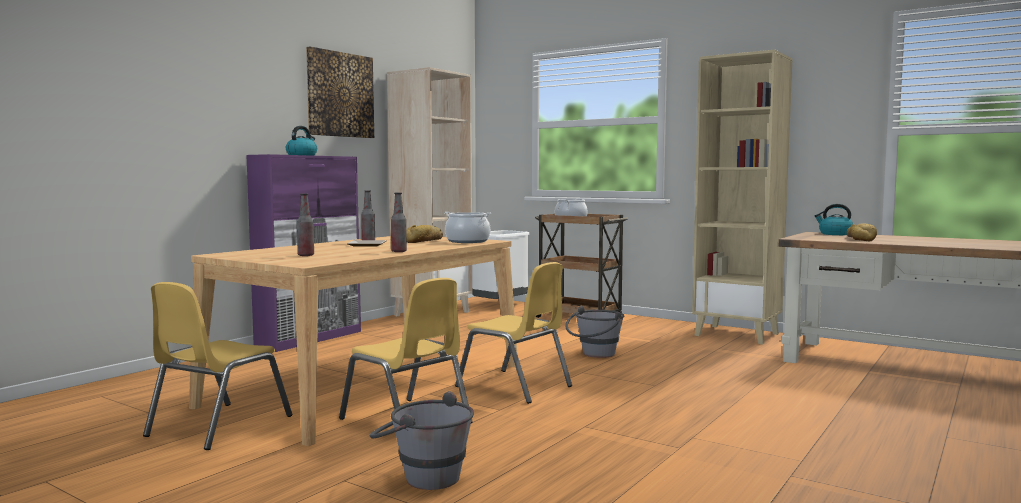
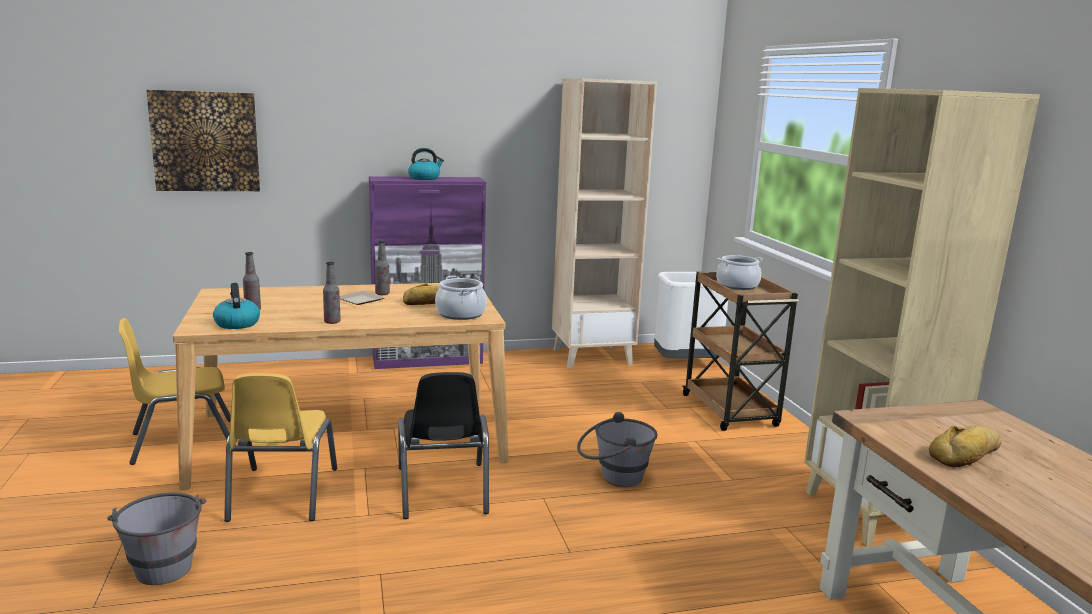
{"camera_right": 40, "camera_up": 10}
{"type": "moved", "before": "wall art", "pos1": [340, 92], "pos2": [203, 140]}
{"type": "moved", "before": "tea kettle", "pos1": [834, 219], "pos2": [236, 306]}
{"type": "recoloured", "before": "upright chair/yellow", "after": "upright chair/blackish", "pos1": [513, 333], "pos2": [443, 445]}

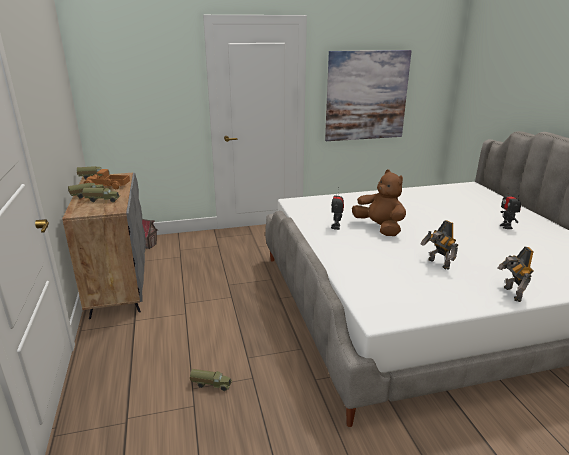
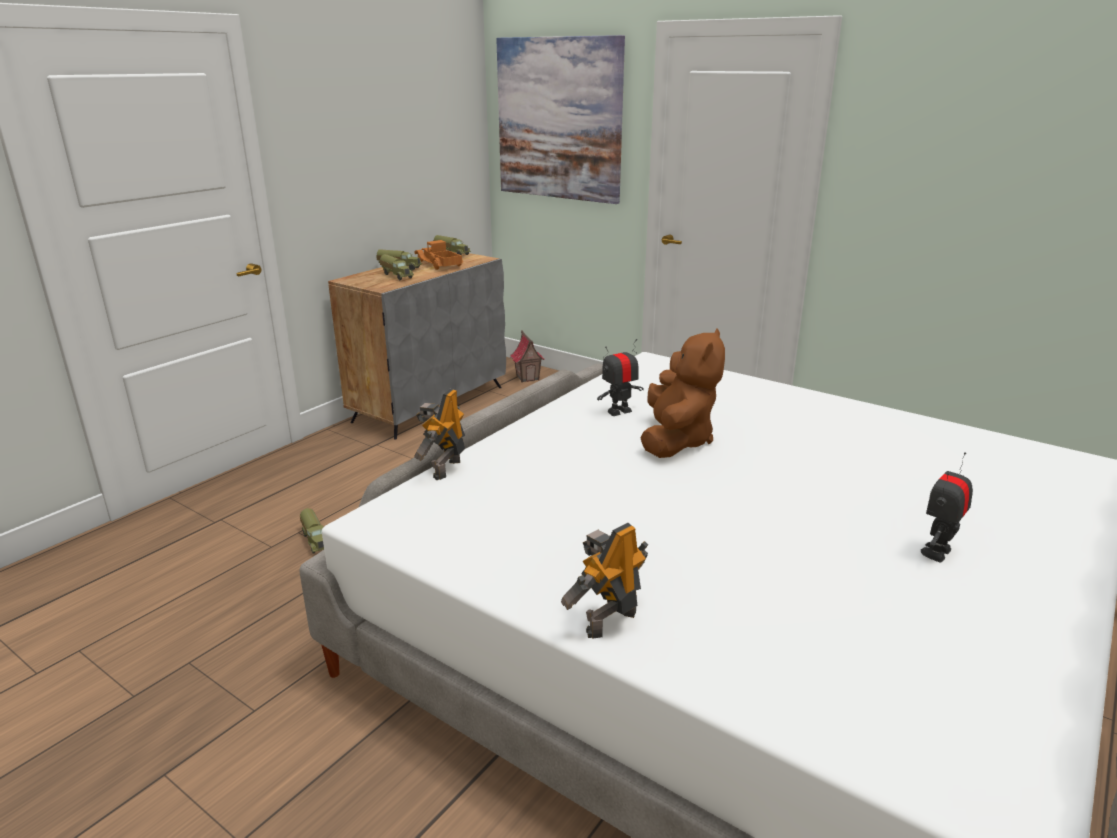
{"camera_right": 50, "camera_up": 0}
{"type": "moved", "before": "model robot", "pos1": [439, 244], "pos2": [439, 434]}
{"type": "moved", "before": "wall art", "pos1": [368, 95], "pos2": [560, 119]}

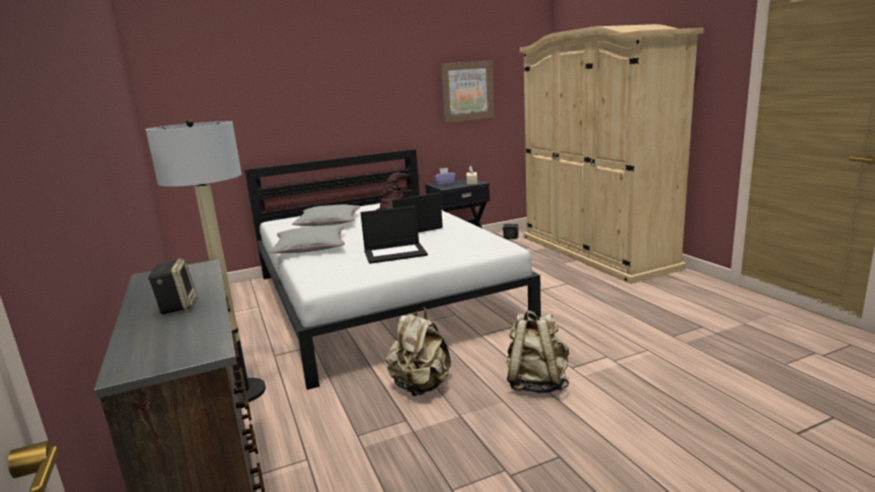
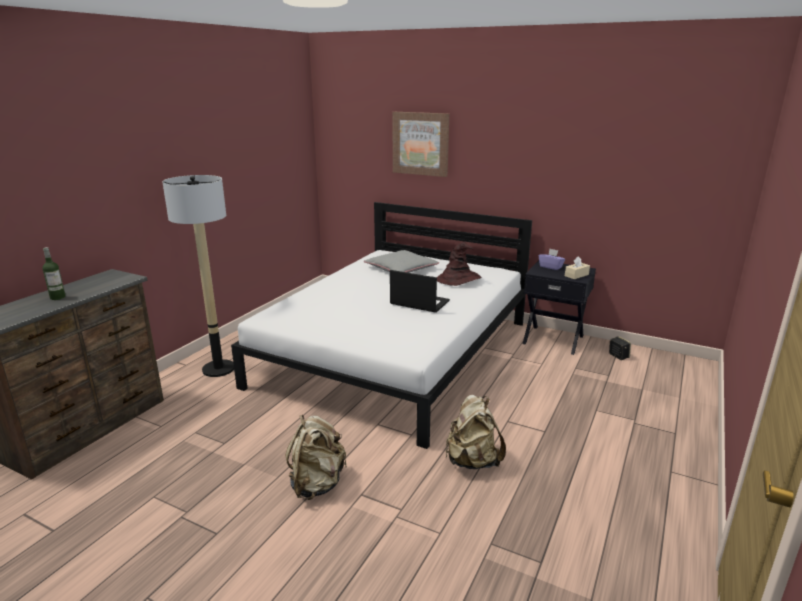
{"camera_right": 50, "camera_up": 5}
{"type": "replaced", "before": "loudspeaker", "after": "drink bottle", "pos1": [172, 286], "pos2": [54, 273]}
{"type": "moved", "before": "wall art", "pos1": [467, 91], "pos2": [420, 144]}
{"type": "moved", "before": "knapsack/beige-coloured", "pos1": [418, 351], "pos2": [475, 432]}
{"type": "removed", "before": "pillow/grey", "pos1": [307, 239]}
{"type": "removed", "before": "laptop", "pos1": [394, 235]}
{"type": "removed", "before": "clothes cupboard/beige-coloured", "pos1": [612, 154]}

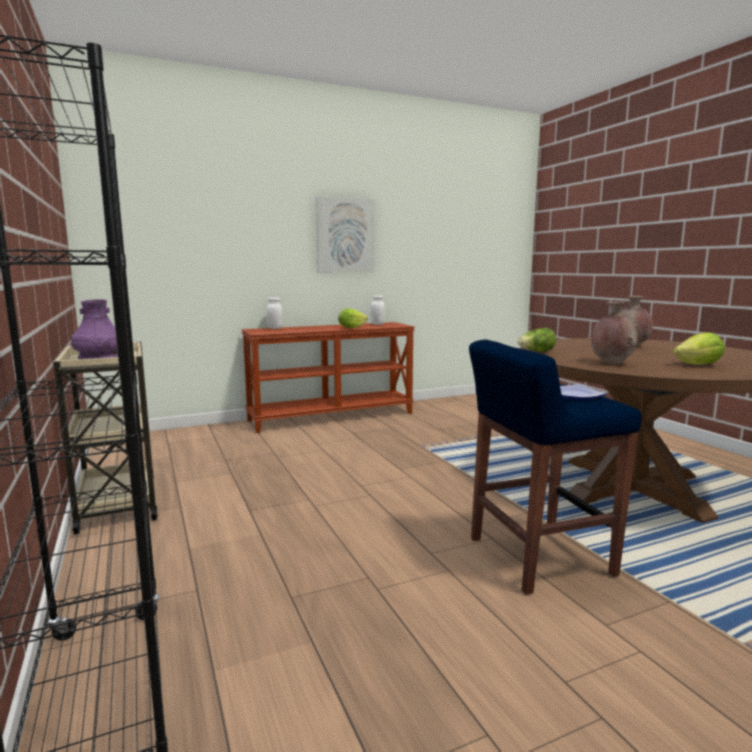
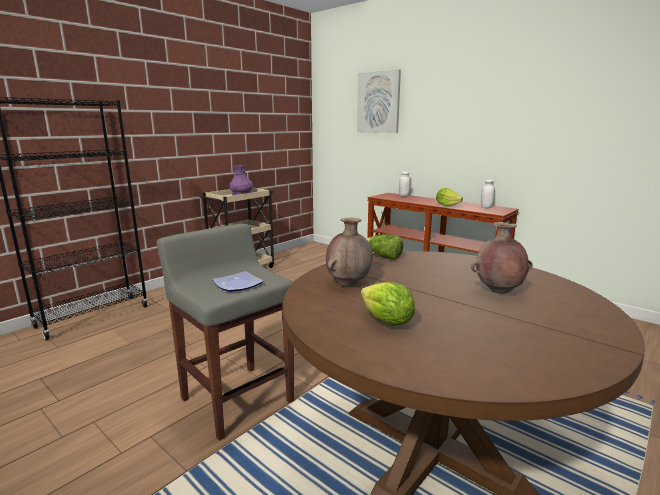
{"camera_right": 65, "camera_up": 5}
{"type": "recoloured", "before": "stool/blue", "after": "stool/grey", "pos1": [555, 467], "pos2": [225, 332]}
{"type": "moved", "before": "wall art", "pos1": [345, 234], "pos2": [379, 101]}

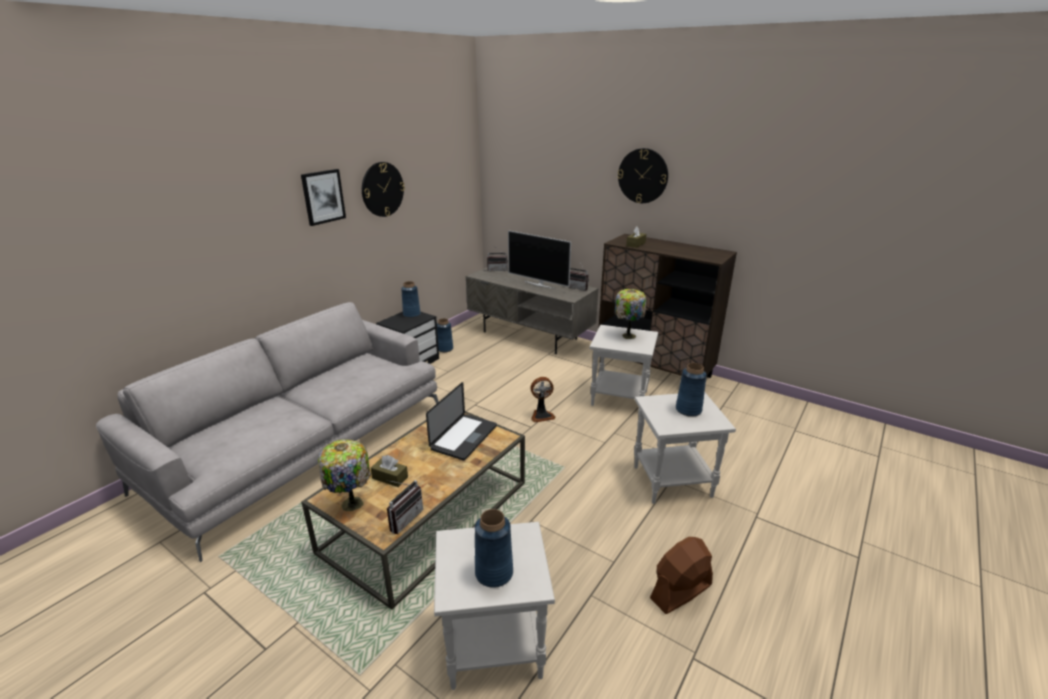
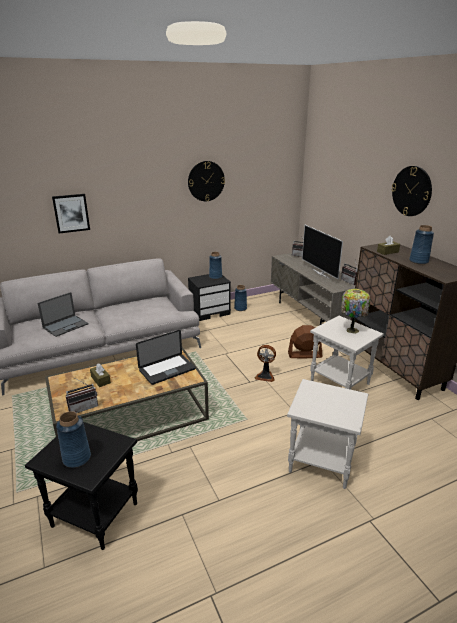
{"camera_right": 30, "camera_up": 0}
{"type": "recoloured", "before": "end table/whitish", "after": "end table/blackish", "pos1": [494, 606], "pos2": [81, 486]}
{"type": "added", "after": "laptop", "pos2": [63, 314]}
{"type": "moved", "before": "wall art", "pos1": [323, 197], "pos2": [71, 214]}
{"type": "moved", "before": "electric fan/brown-coloured", "pos1": [681, 575], "pos2": [305, 341]}
{"type": "moved", "before": "flower vase/blue", "pos1": [691, 390], "pos2": [421, 244]}
{"type": "removed", "before": "tabletop lamp", "pos1": [344, 475]}

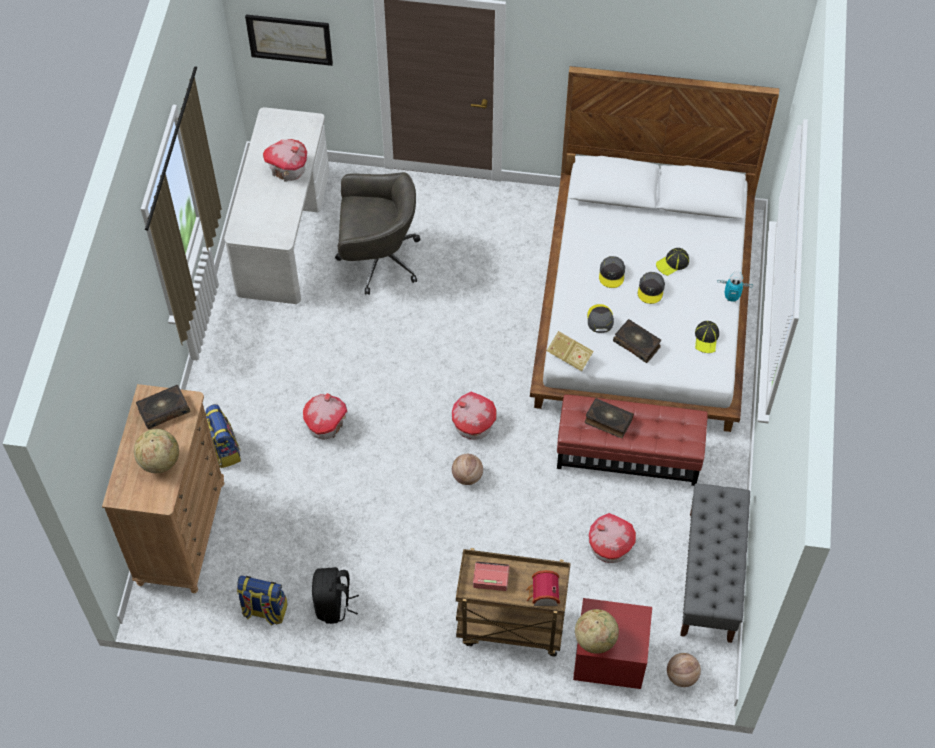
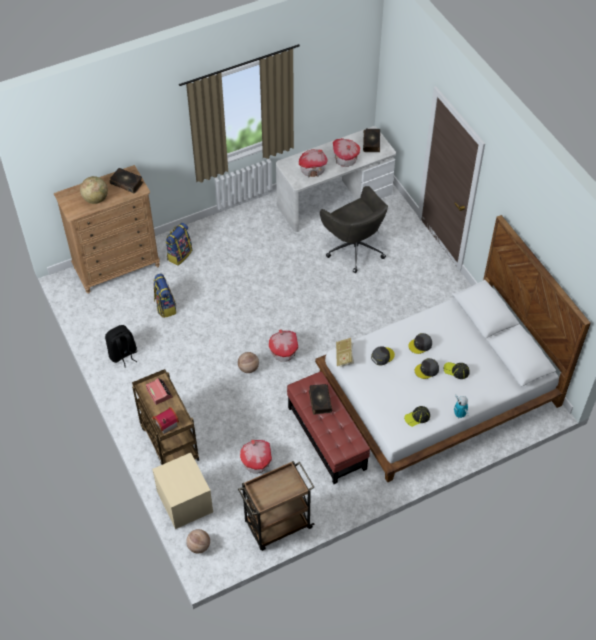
{"camera_right": 55, "camera_up": -5}
{"type": "recoloured", "before": "night table/reddish", "after": "night table/beige-coloured", "pos1": [612, 643], "pos2": [182, 491]}
{"type": "moved", "before": "knapsack", "pos1": [262, 600], "pos2": [164, 296]}
{"type": "replaced", "before": "bench/grey", "after": "cart/brown-coloured", "pos1": [715, 563], "pos2": [276, 506]}
{"type": "moved", "before": "model house", "pos1": [325, 416], "pos2": [313, 163]}
{"type": "moved", "before": "volume", "pos1": [637, 341], "pos2": [371, 140]}
{"type": "removed", "before": "wall art", "pos1": [289, 40]}
{"type": "removed", "before": "desk globe", "pos1": [597, 631]}

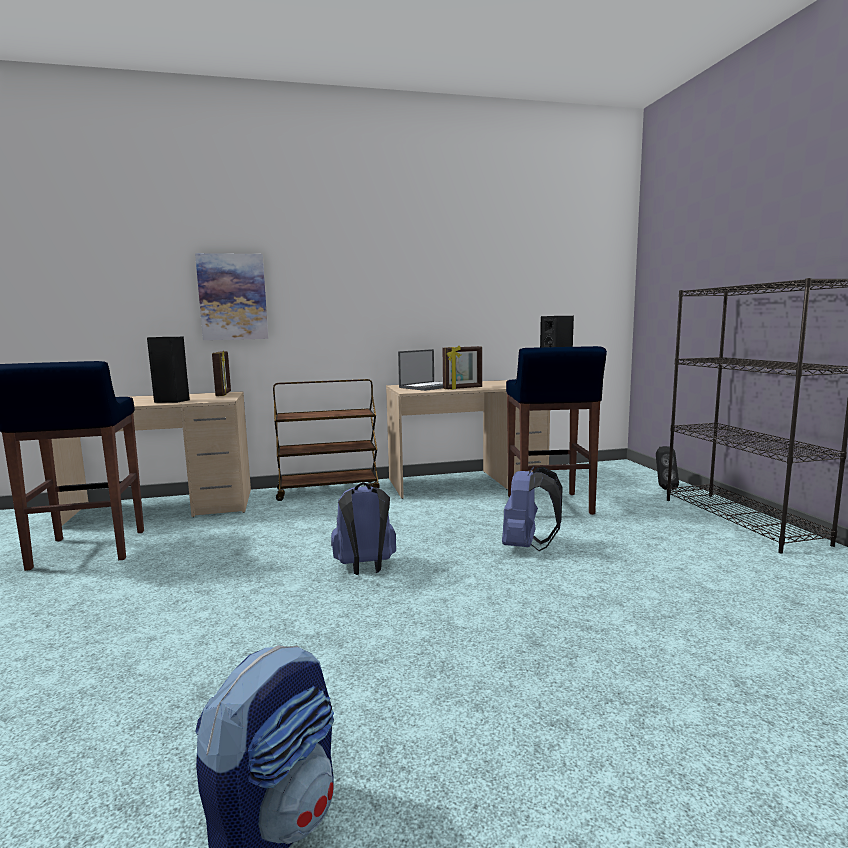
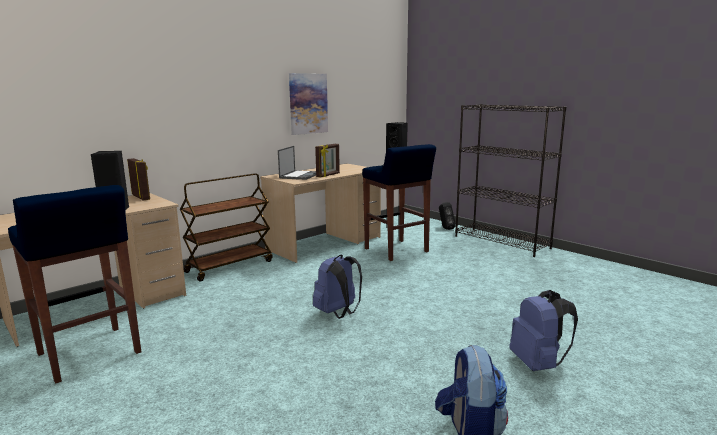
{"camera_right": -30, "camera_up": 5}
{"type": "moved", "before": "wall art", "pos1": [232, 296], "pos2": [308, 104]}
{"type": "moved", "before": "knapsack/blue", "pos1": [532, 508], "pos2": [543, 330]}

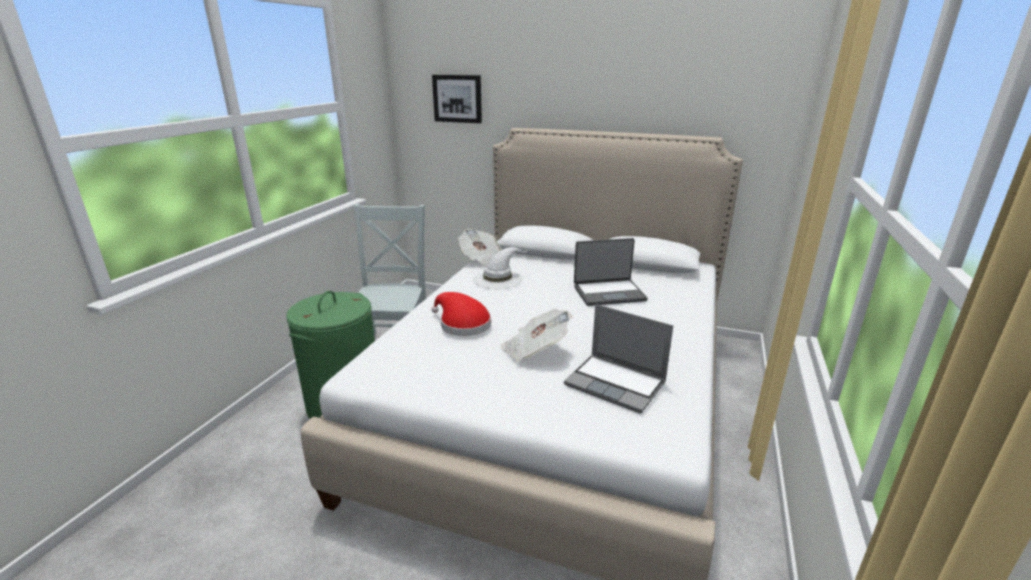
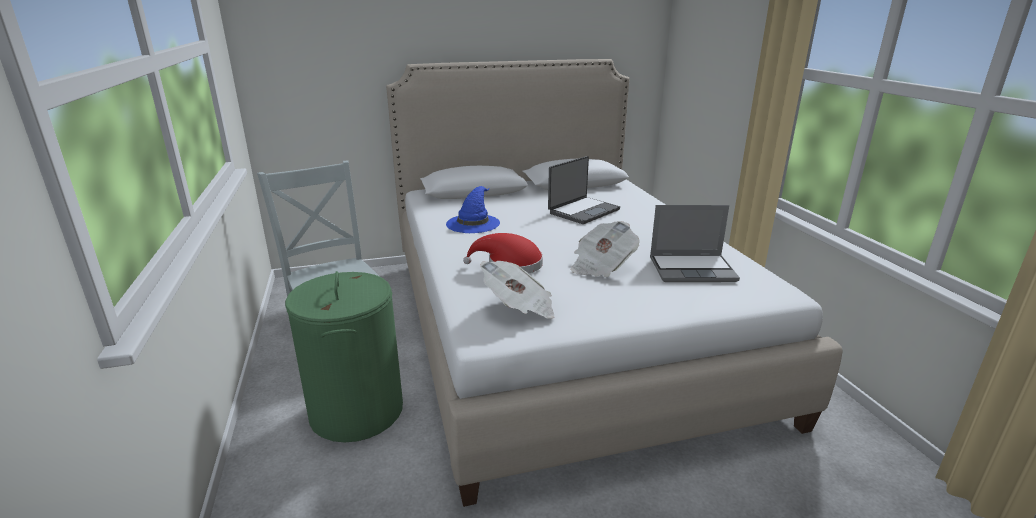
{"camera_right": -35, "camera_up": 0}
{"type": "recoloured", "before": "hat/whitish", "after": "hat/blue", "pos1": [500, 268], "pos2": [473, 209]}
{"type": "moved", "before": "daily paper", "pos1": [480, 248], "pos2": [517, 290]}
{"type": "removed", "before": "wall art", "pos1": [457, 99]}

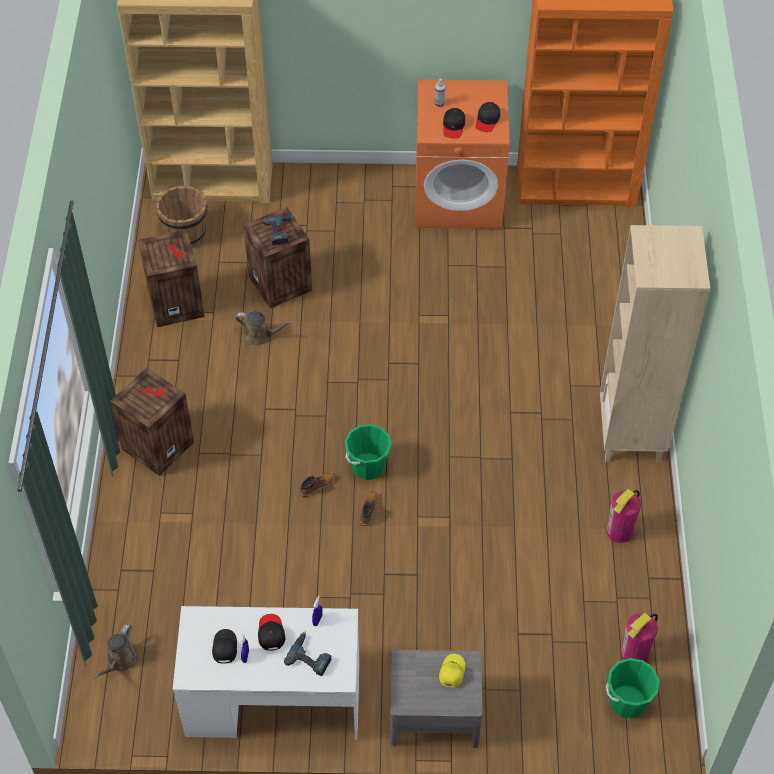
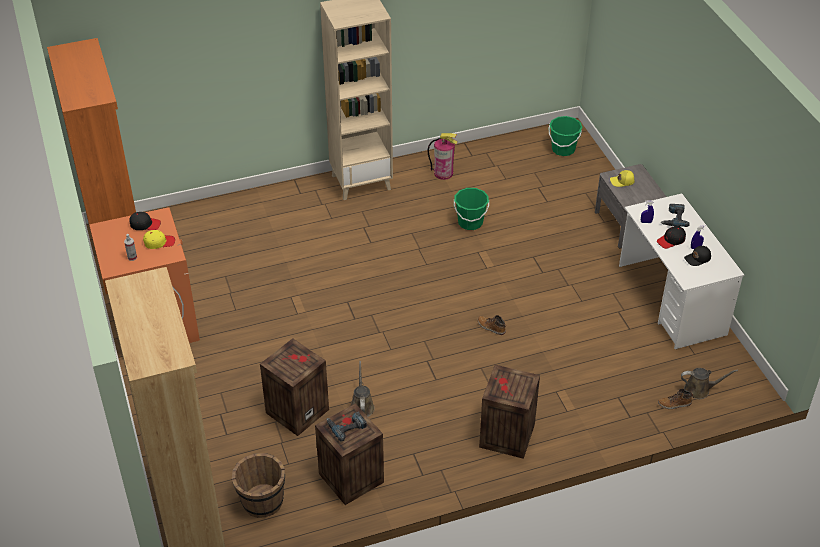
{"camera_right": -110, "camera_up": -10}
{"type": "recoloured", "before": "baseball cap/blackish", "after": "baseball cap/yellow", "pos1": [454, 123], "pos2": [159, 239]}
{"type": "moved", "before": "electric drill", "pos1": [278, 230], "pos2": [347, 427]}
{"type": "moved", "before": "water bucket/greenish", "pos1": [368, 452], "pos2": [471, 209]}
{"type": "moved", "before": "high-top boot", "pos1": [369, 508], "pos2": [675, 399]}
{"type": "removed", "before": "fire-fighting cylinder", "pos1": [639, 637]}

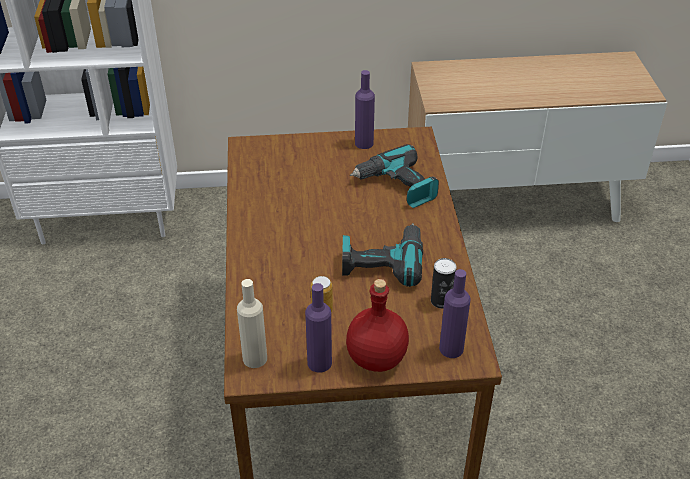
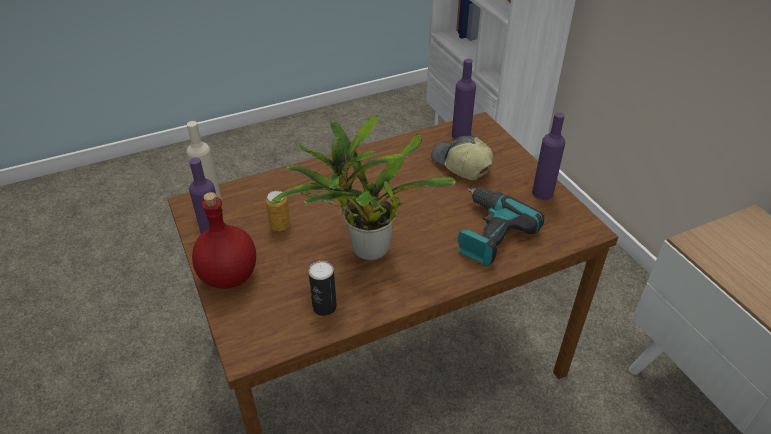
{"camera_right": 70, "camera_up": 0}
{"type": "replaced", "before": "electric drill", "after": "plant in a pot", "pos1": [382, 255], "pos2": [363, 188]}
{"type": "added", "after": "baseball cap", "pos2": [462, 158]}
{"type": "moved", "before": "drink bottle/purplish", "pos1": [455, 313], "pos2": [464, 99]}

